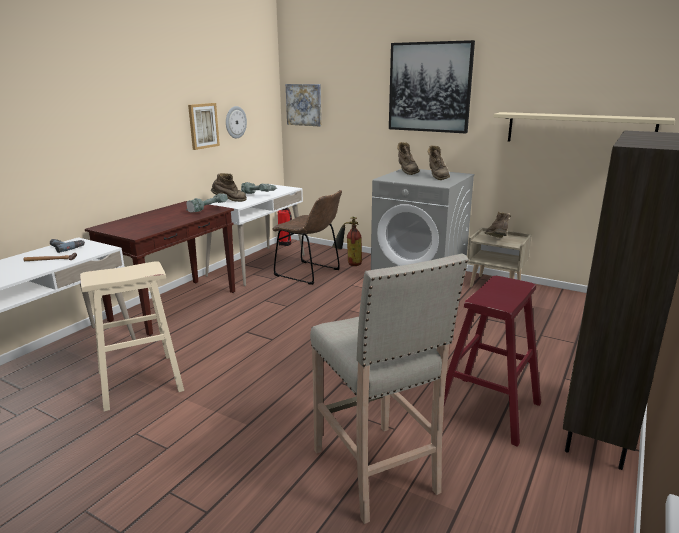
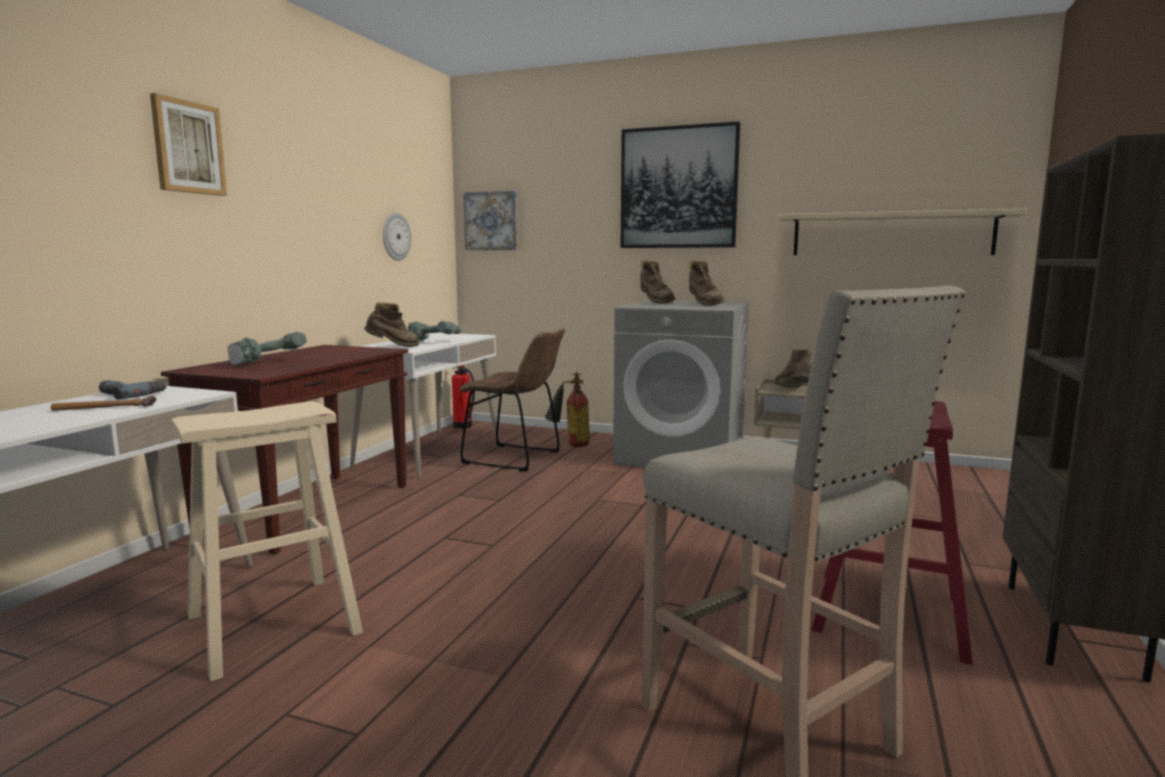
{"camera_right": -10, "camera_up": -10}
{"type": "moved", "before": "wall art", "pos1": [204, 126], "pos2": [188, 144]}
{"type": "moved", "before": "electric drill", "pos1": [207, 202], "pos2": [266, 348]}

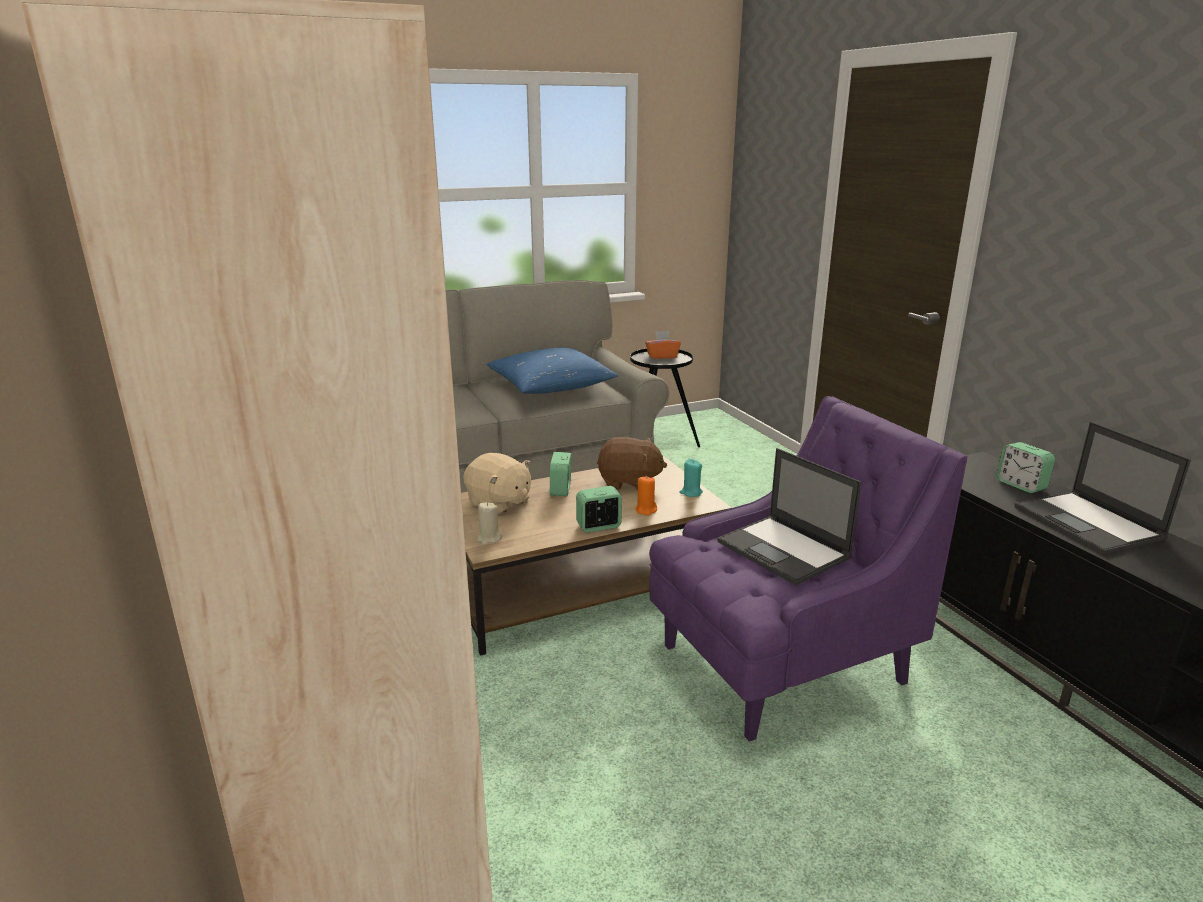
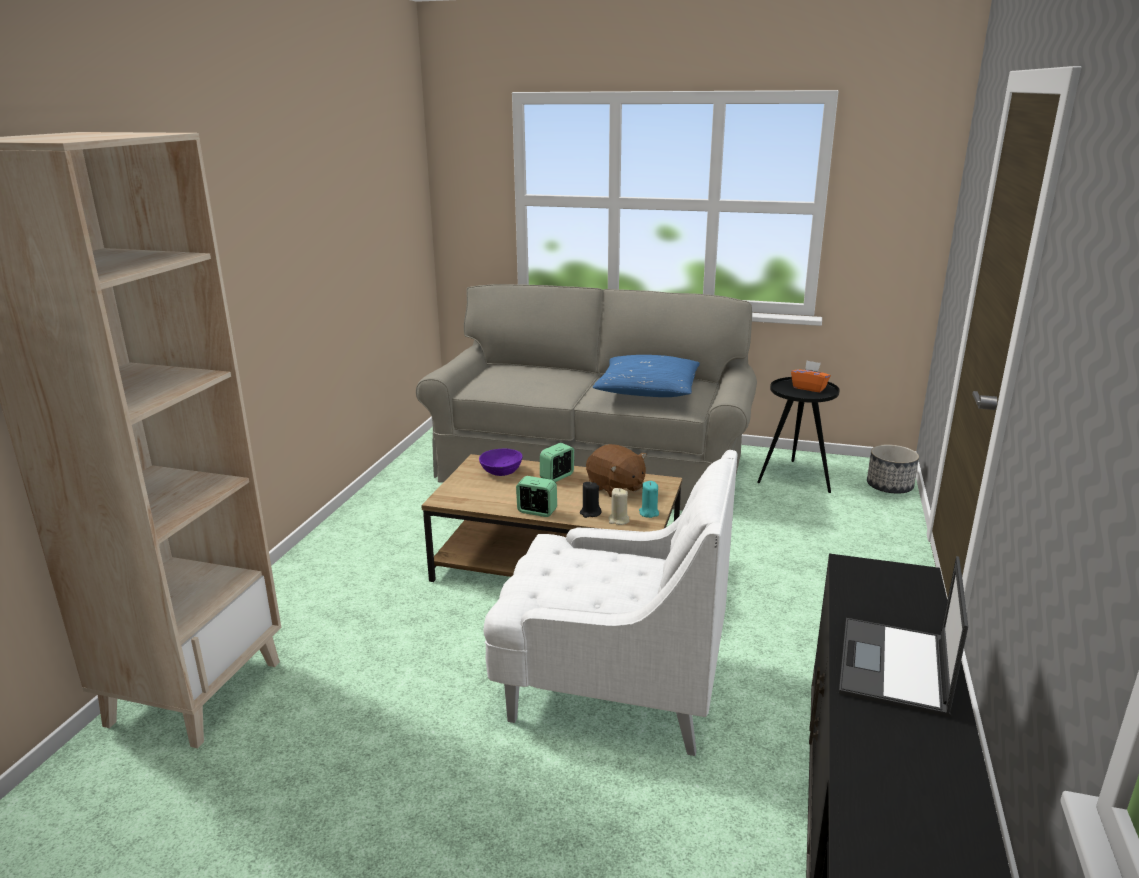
{"camera_right": 40, "camera_up": 0}
{"type": "replaced", "before": "cuddly toy/beige-coloured", "after": "serving bowl/purplish", "pos1": [497, 483], "pos2": [500, 462]}
{"type": "recoloured", "before": "armchair/purplish", "after": "armchair/whitish", "pos1": [808, 569], "pos2": [610, 603]}
{"type": "recoloured", "before": "candle/orange-coloured", "after": "candle/blackish", "pos1": [646, 496], "pos2": [590, 500]}
{"type": "moved", "before": "candle/beige-coloured", "pos1": [489, 523], "pos2": [619, 506]}
{"type": "added", "after": "planter", "pos2": [893, 469]}
{"type": "removed", "before": "laptop", "pos1": [789, 516]}
{"type": "removed", "before": "bedside clock", "pos1": [1026, 467]}

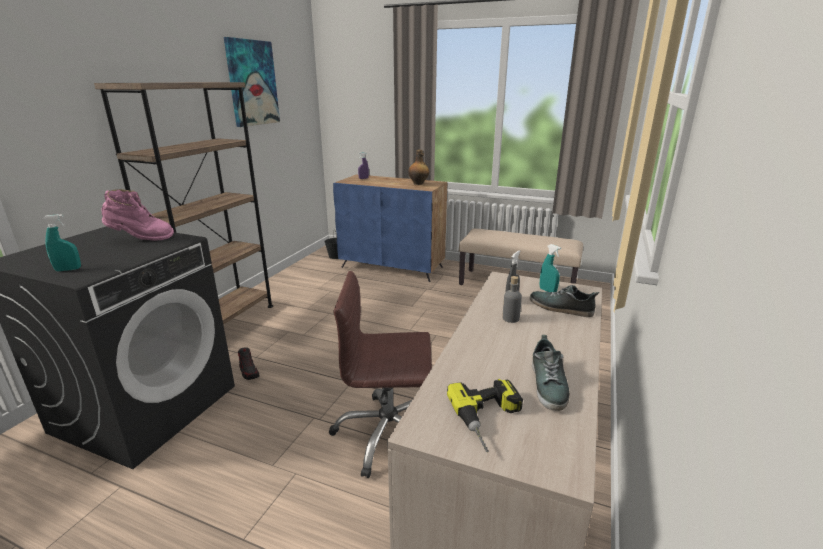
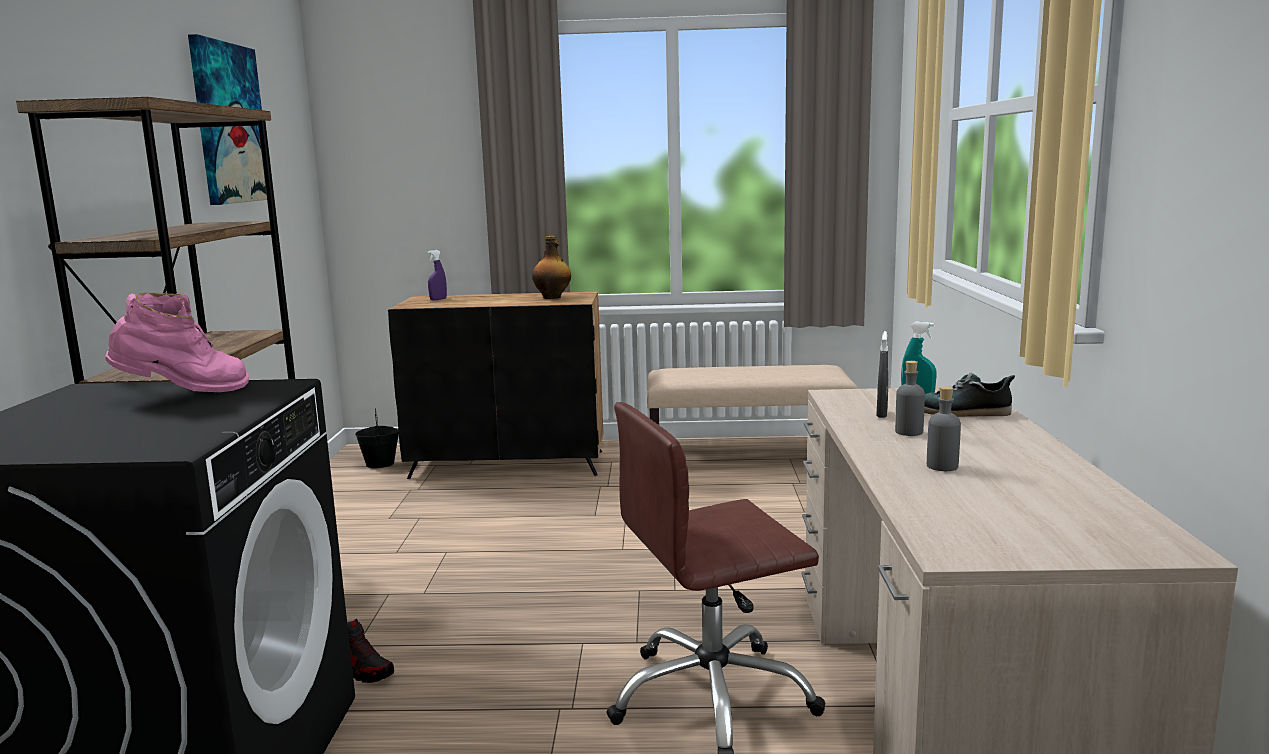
{"camera_right": -20, "camera_up": -10}
{"type": "recoloured", "before": "cabinet/blue", "after": "cabinet/blackish", "pos1": [390, 228], "pos2": [496, 385]}
{"type": "added", "after": "drink bottle/grey", "pos2": [944, 428]}
{"type": "removed", "before": "sprayer/blue-green", "pos1": [61, 242]}
{"type": "removed", "before": "electric drill", "pos1": [485, 416]}
{"type": "removed", "before": "low shoe", "pos1": [551, 373]}

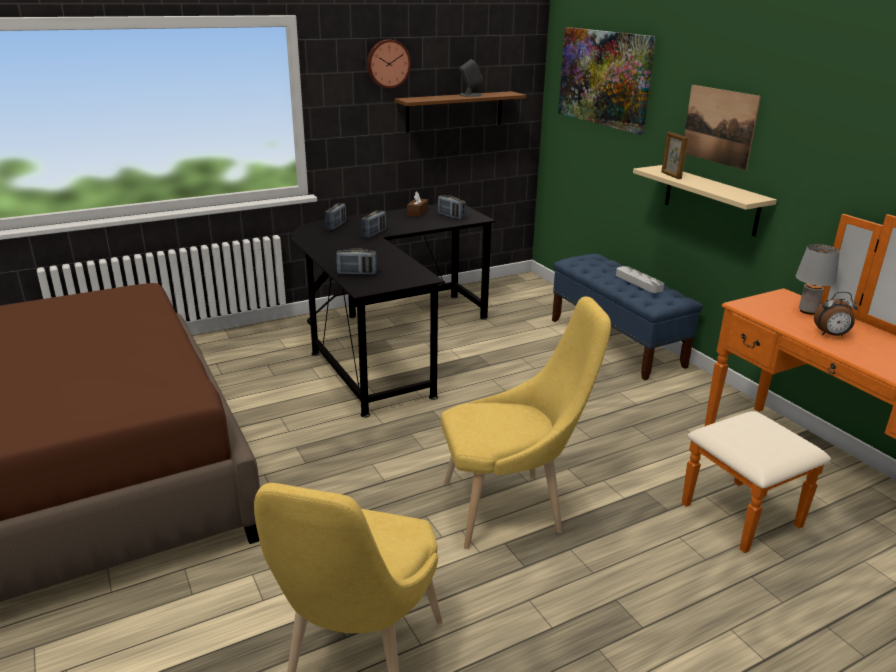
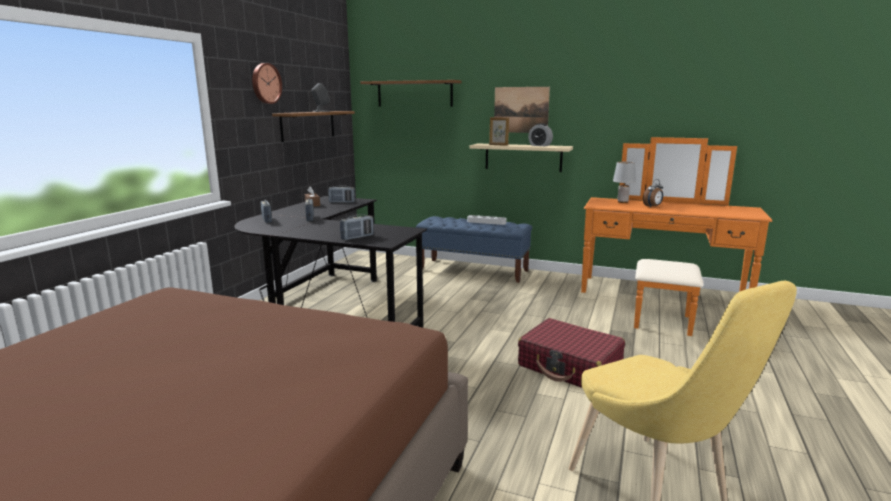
{"camera_right": -40, "camera_up": -10}
{"type": "replaced", "before": "wall art", "after": "bracket shelf/brown-coloured", "pos1": [607, 81], "pos2": [411, 93]}
{"type": "replaced", "before": "upright chair/yellow", "after": "piece of luggage/reddish", "pos1": [526, 422], "pos2": [571, 353]}
{"type": "added", "after": "bedside clock", "pos2": [540, 134]}

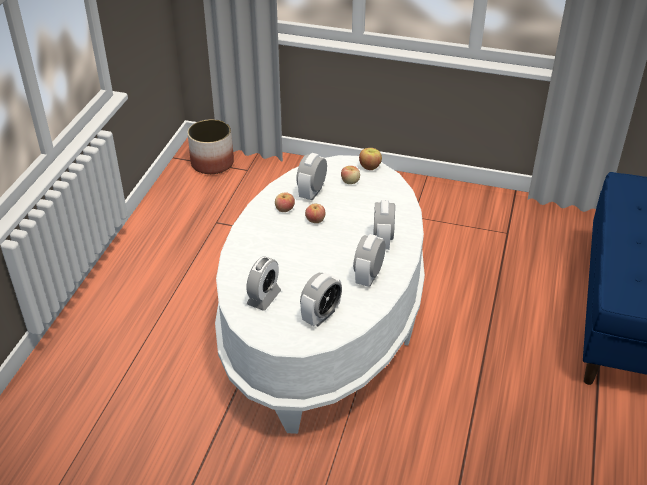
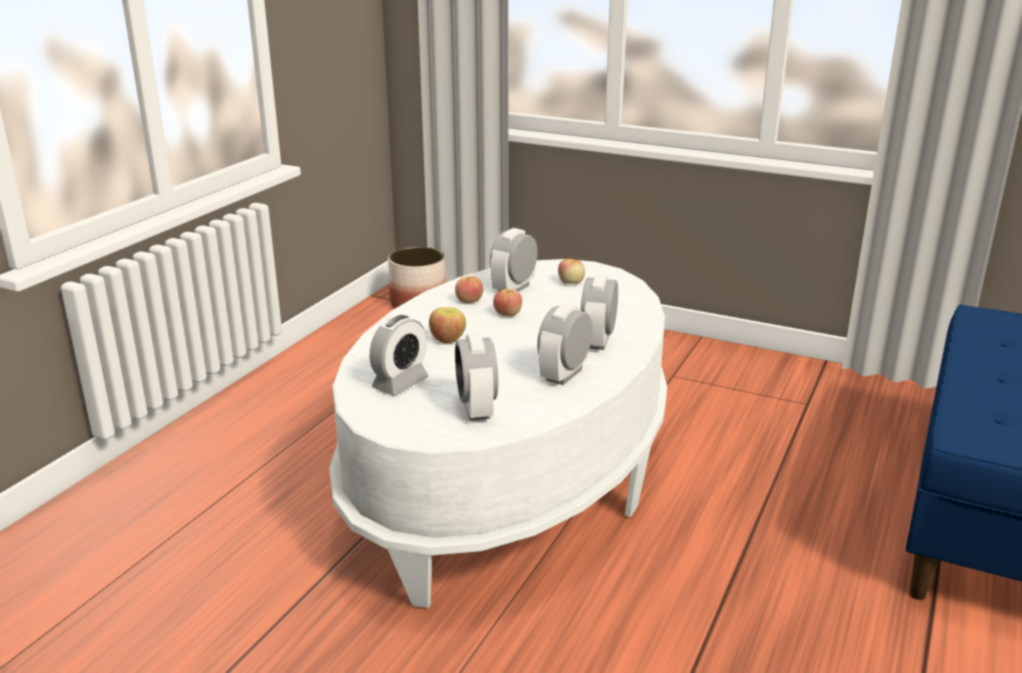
{"camera_right": 10, "camera_up": -15}
{"type": "moved", "before": "apple fruit", "pos1": [370, 159], "pos2": [447, 325]}
{"type": "turned", "before": "bedside clock", "pos1": [321, 299], "pos2": [476, 377], "turn": 120}

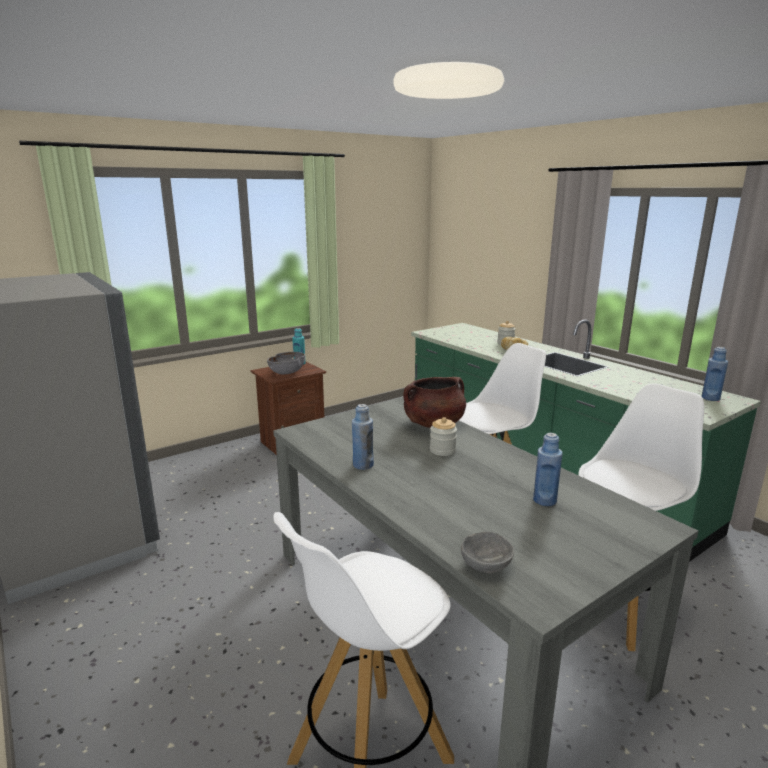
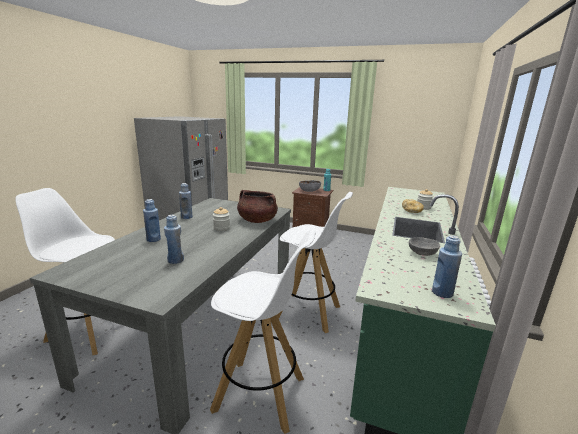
{"camera_right": 55, "camera_up": 0}
{"type": "added", "after": "drink bottle/blue", "pos2": [152, 220]}
{"type": "moved", "before": "serving bowl/grey", "pos1": [487, 552], "pos2": [424, 246]}

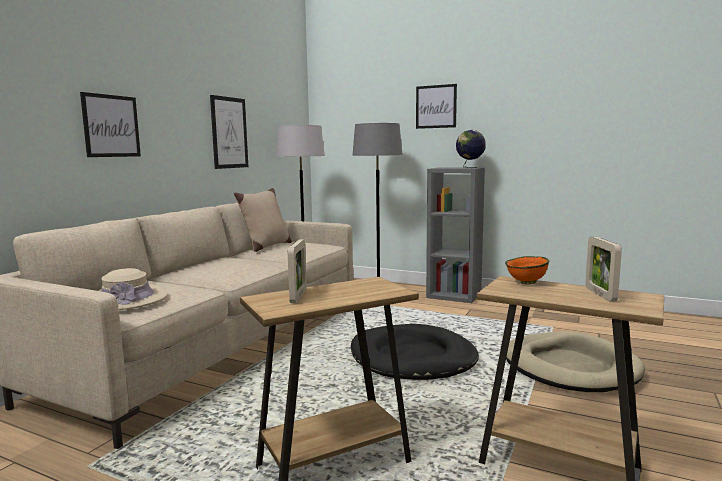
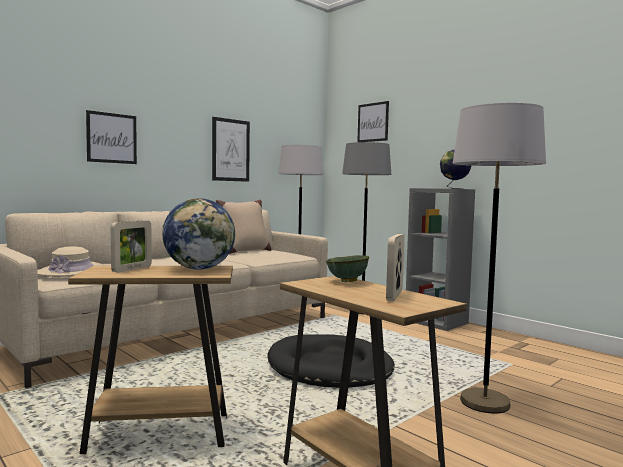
{"camera_right": 20, "camera_up": -5}
{"type": "added", "after": "desk globe", "pos2": [198, 234]}
{"type": "recoloured", "before": "serving bowl/orange-coloured", "after": "serving bowl/greenish", "pos1": [527, 270], "pos2": [347, 268]}
{"type": "moved", "before": "wall art", "pos1": [436, 106], "pos2": [373, 121]}
{"type": "replaced", "before": "dog bed/beige-coloured", "after": "floor lamp/grey", "pos1": [575, 361], "pos2": [499, 258]}

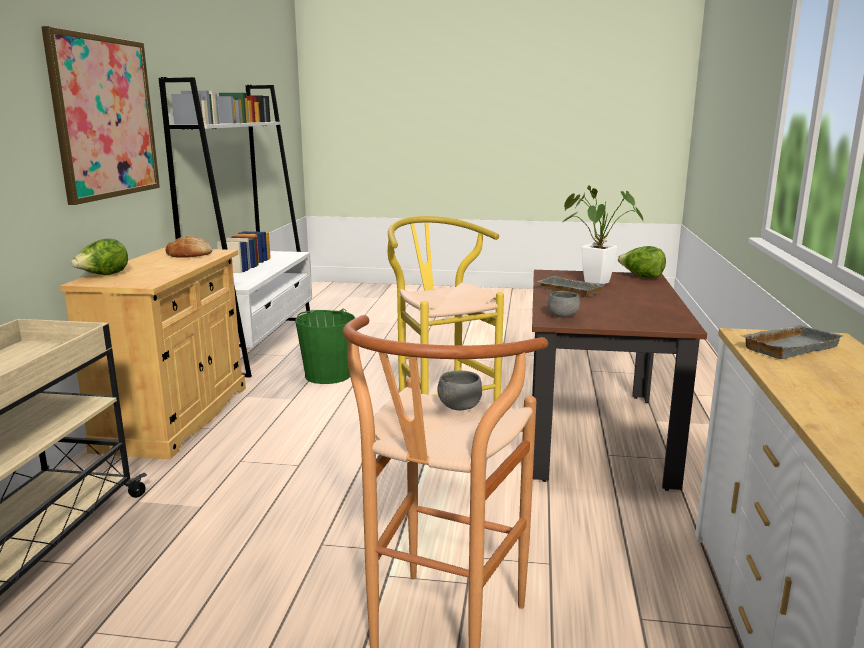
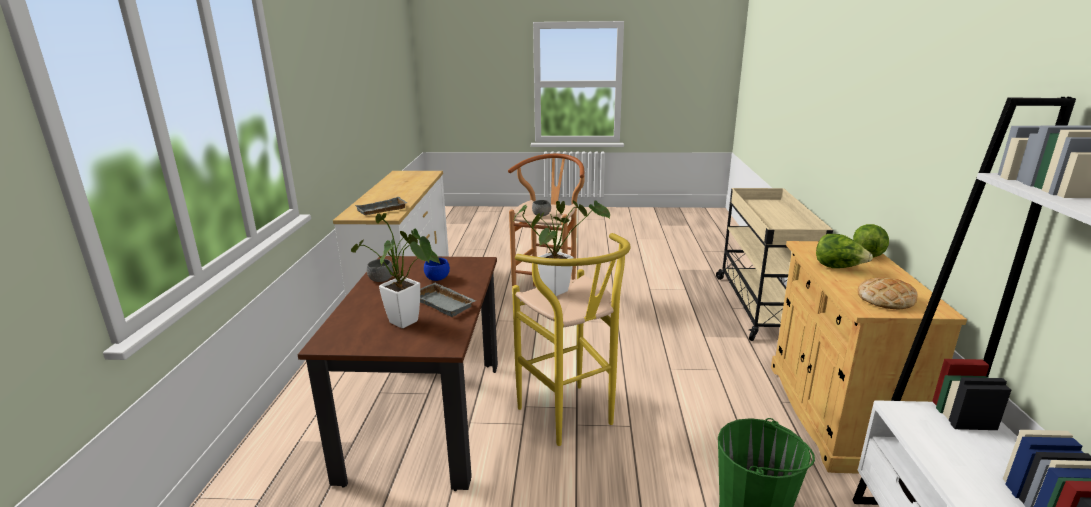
{"camera_right": 175, "camera_up": 5}
{"type": "moved", "before": "serving bowl/grey", "pos1": [564, 304], "pos2": [380, 270]}
{"type": "added", "after": "serving bowl/blue", "pos2": [437, 269]}
{"type": "added", "after": "plant in a pot", "pos2": [562, 248]}
{"type": "moved", "before": "head of lettuce", "pos1": [642, 262], "pos2": [844, 251]}
{"type": "removed", "before": "wall art", "pos1": [100, 115]}

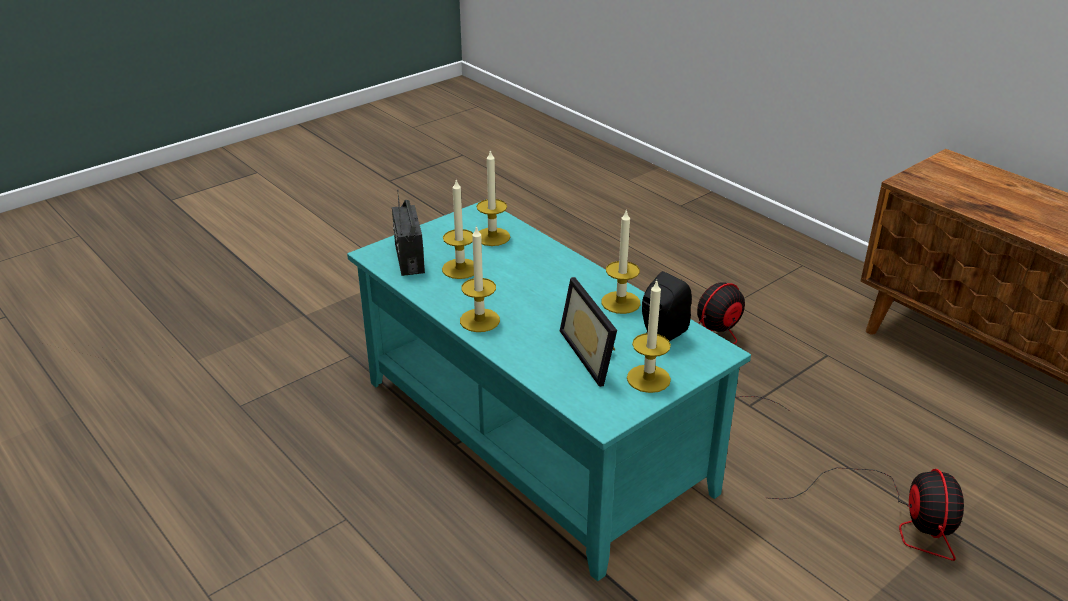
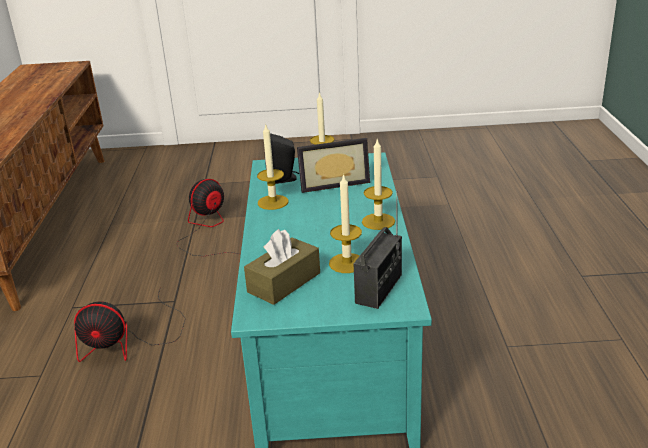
{"camera_right": -140, "camera_up": -5}
{"type": "replaced", "before": "candle", "after": "tissue box/brown-coloured", "pos1": [493, 197], "pos2": [282, 267]}
{"type": "turned", "before": "picture frame", "pos1": [588, 332], "pos2": [333, 165], "turn": 60}

